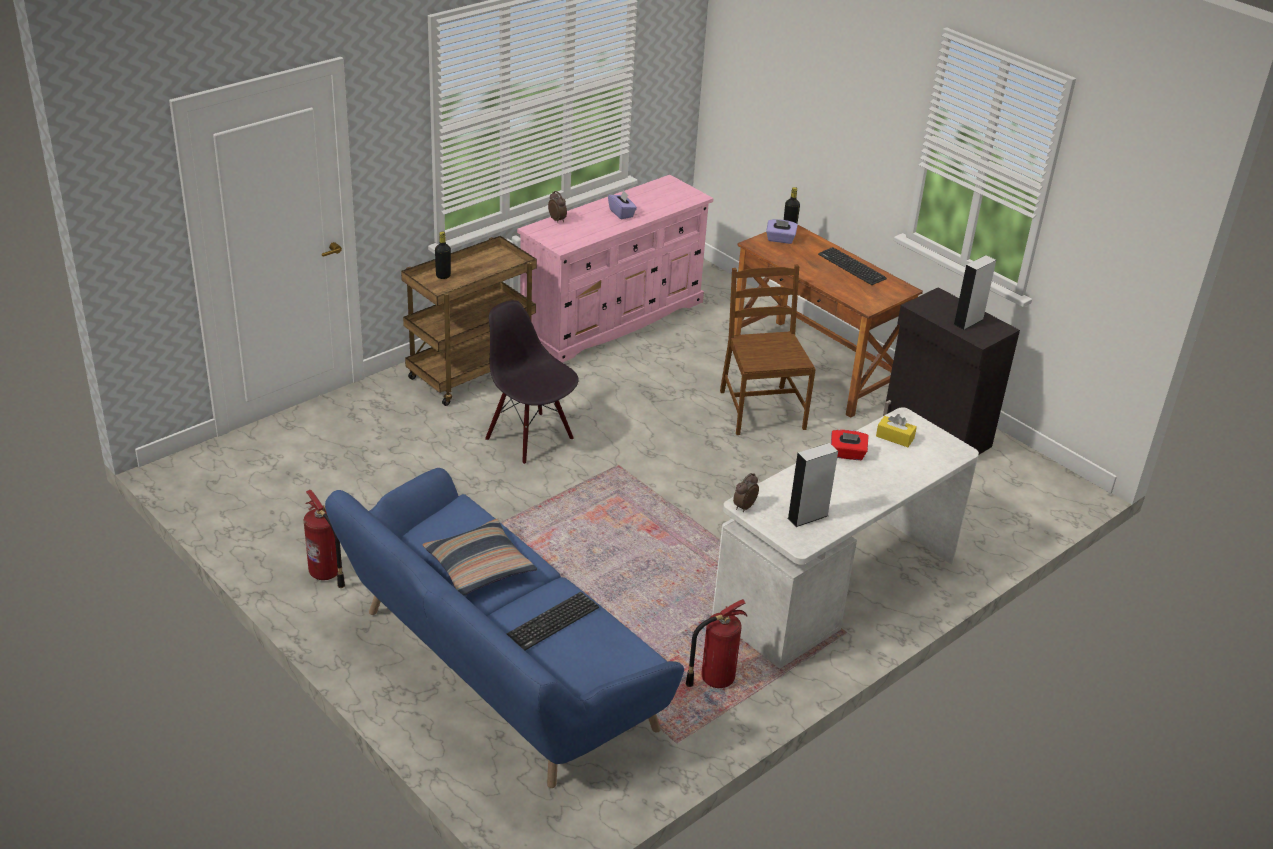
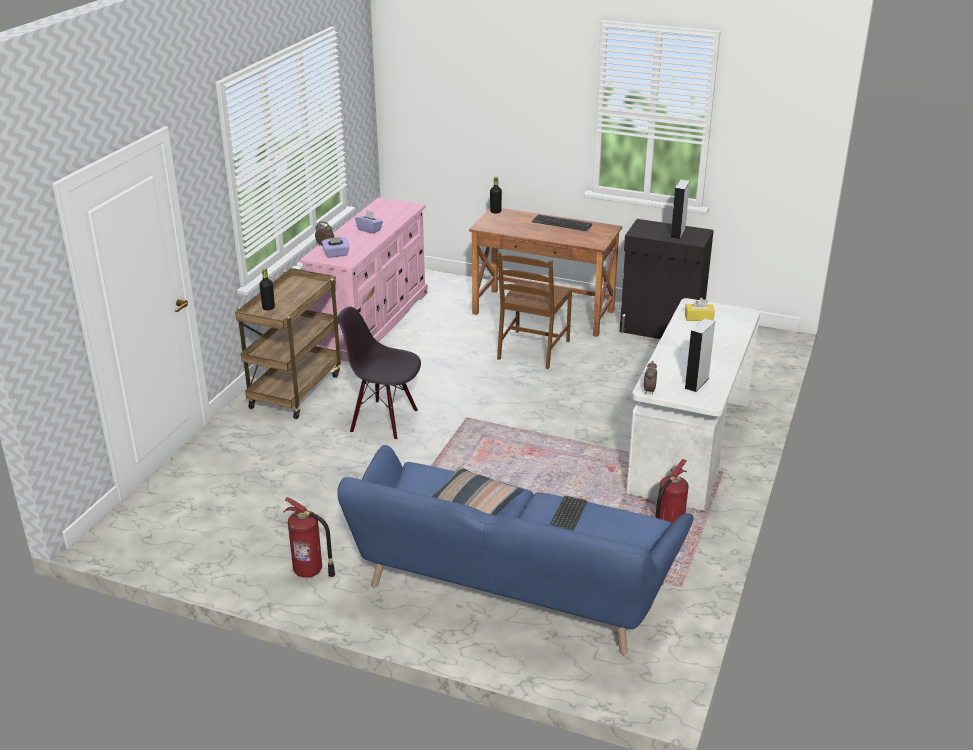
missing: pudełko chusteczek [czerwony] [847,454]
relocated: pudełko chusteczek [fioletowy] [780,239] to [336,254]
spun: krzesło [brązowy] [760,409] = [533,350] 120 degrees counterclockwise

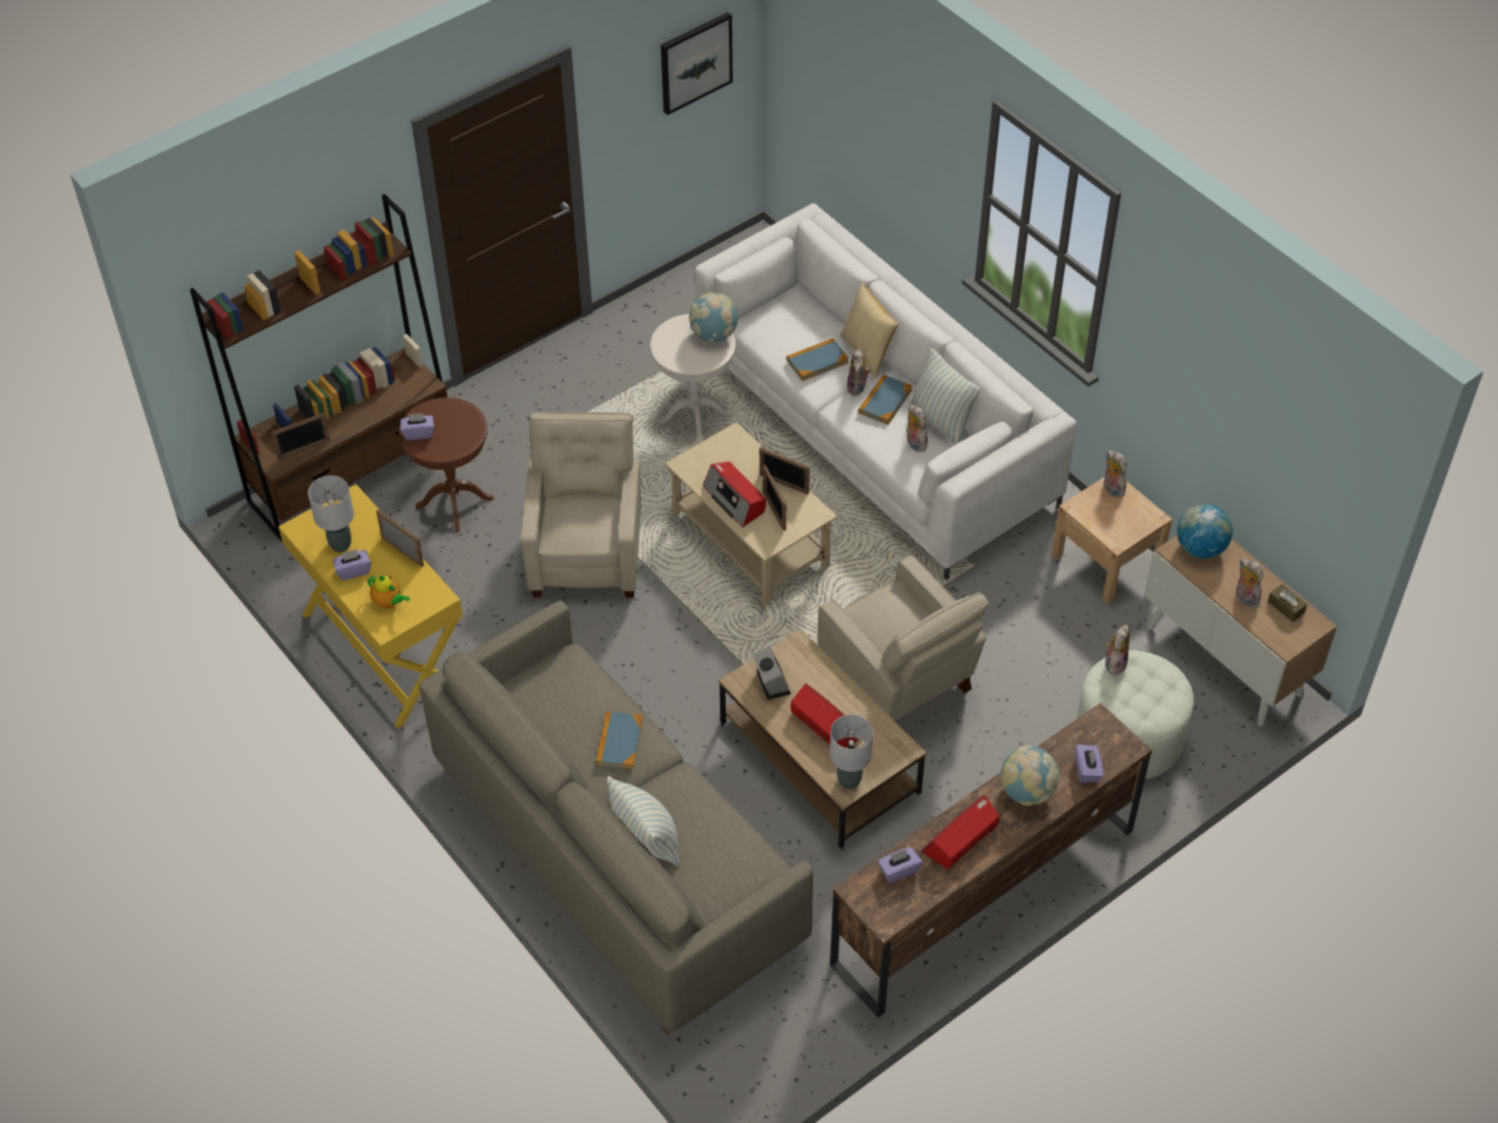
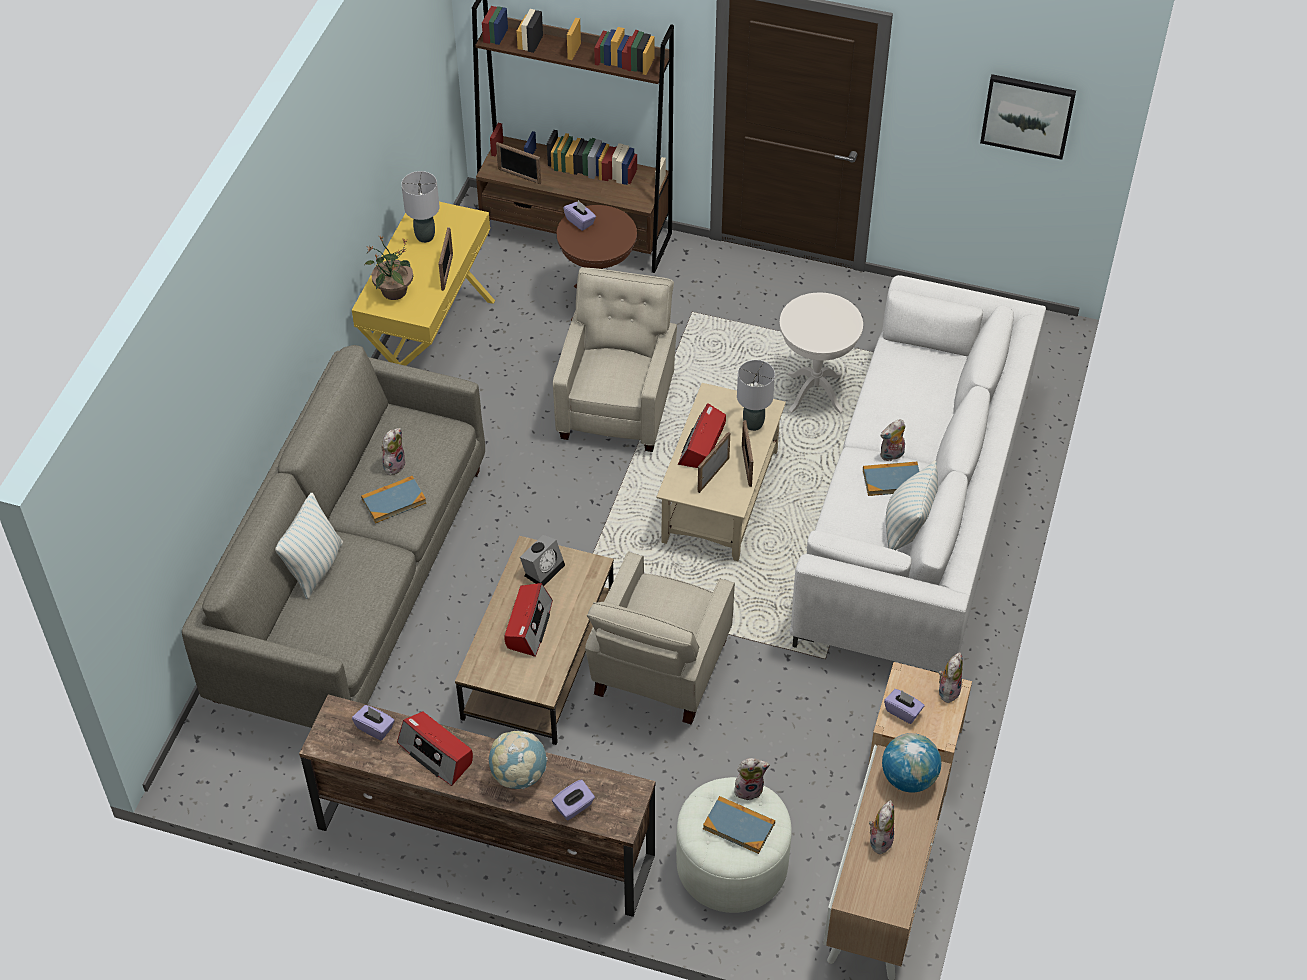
missing: globus [714,335]; poduszka [868,352]; pudełko chusteczek [brązowy] [1286,607]
relocated: pluszak [914,443] to [393,464]; książka [817,361] to [739,826]; lampa stołowa [szary] [849,781] to [753,424]; pudełko chusteczek [fioletowy] [353,570] to [903,711]
exchanged: imbryk [388,602] to roślina doniczkowa [393,291]
spun: radio [960,839] = [436,753] 150 degrees counterclockwise; fotel [beżowy] [587,553] = [618,406] 45 degrees counterclockwise

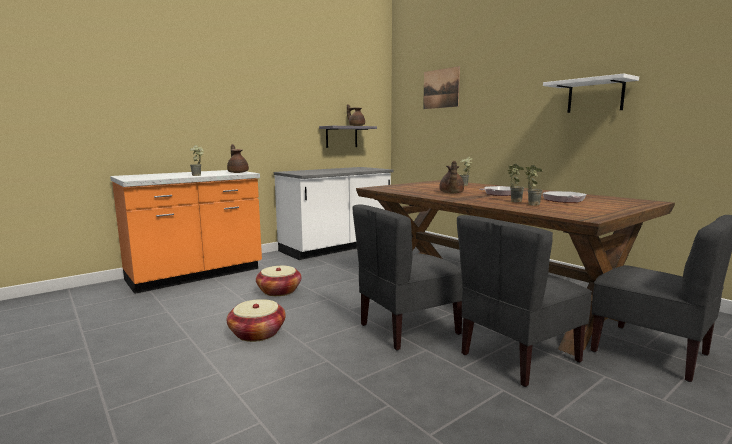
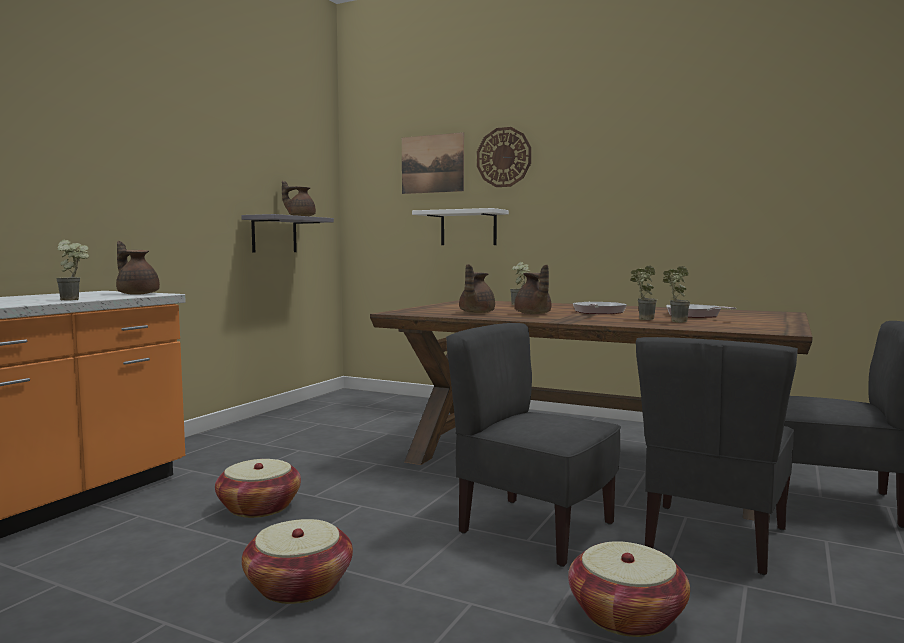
missing: zabudowa kuchenna [biały] [336,247]
appeared: imbryk [brązowy] [475,312]; zegar ścienny [504,157]; koszyk [626,616]
relocated: półka [biały] [595,96] to [468,228]
spun: krzesło [szary] [408,329] = [535,529] 90 degrees clockwise

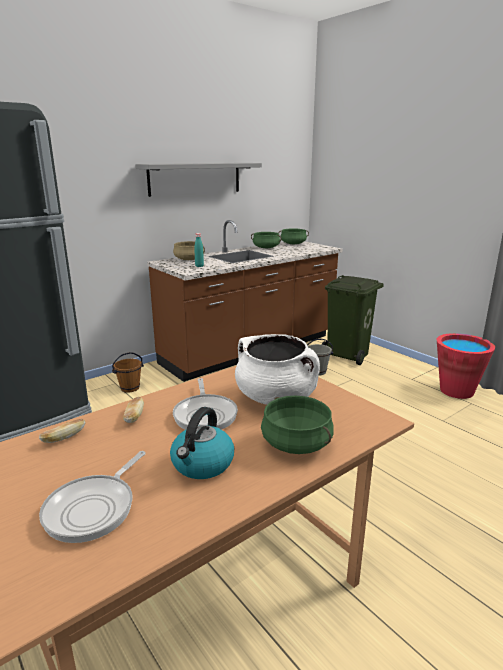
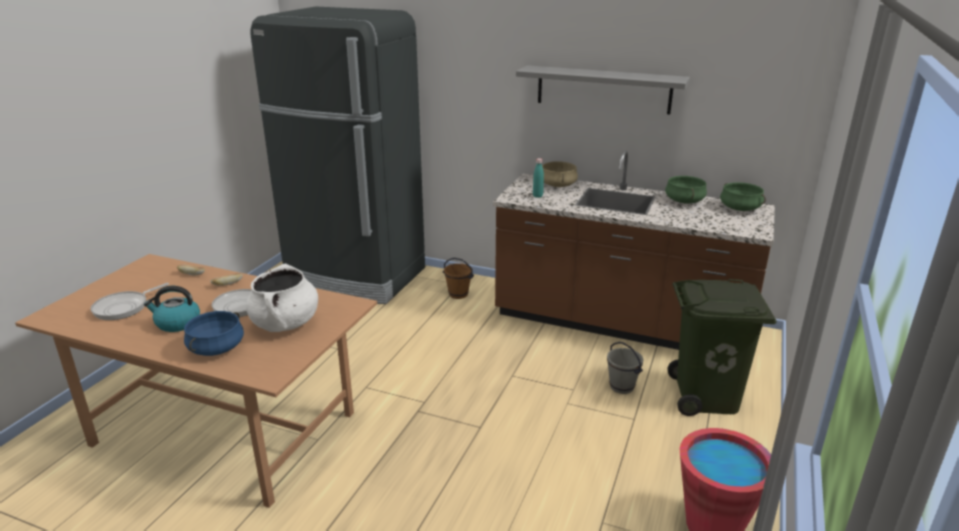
colour: garnek [zielony] [297,443] to garnek [niebieski] [217,348]
spun: patelnia [94,508] = [124,307] 45 degrees counterclockwise

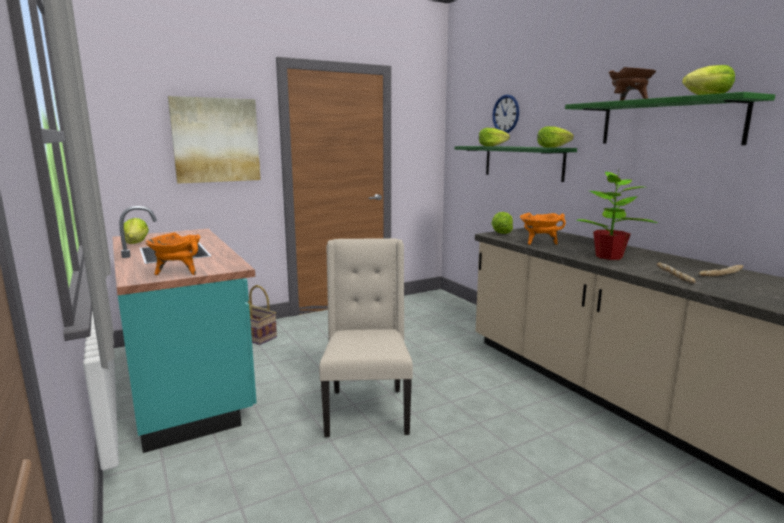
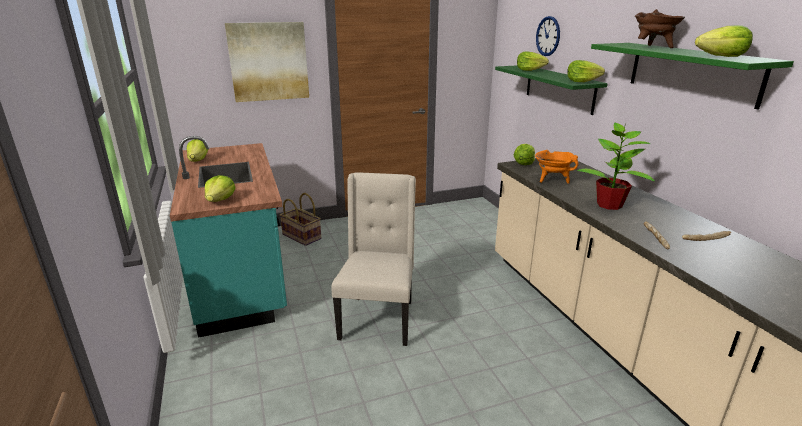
exchanged: garnek [pomarańczowy] [178,272] to sałata [220,200]

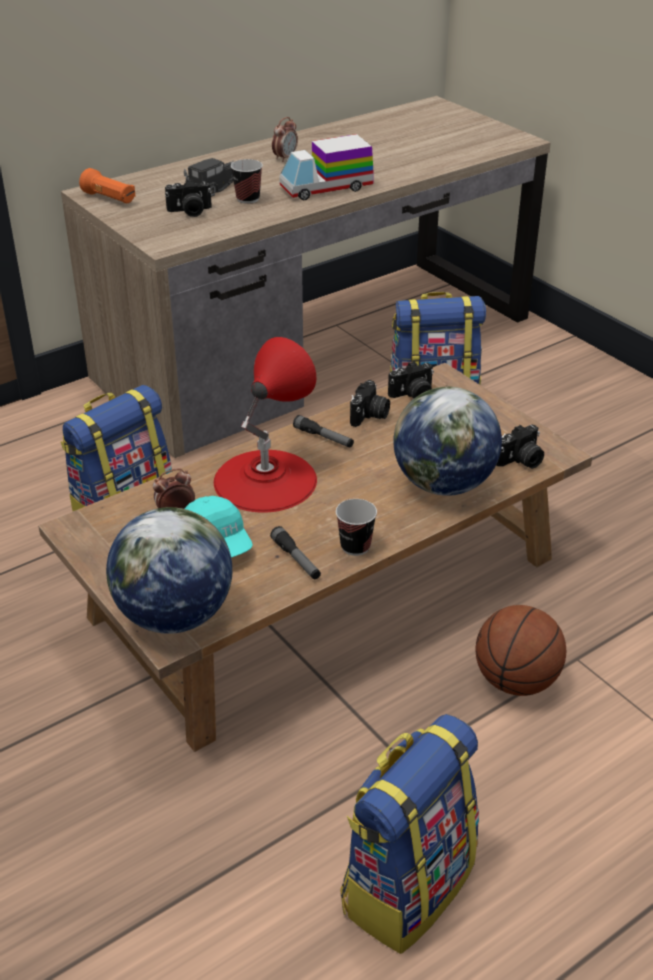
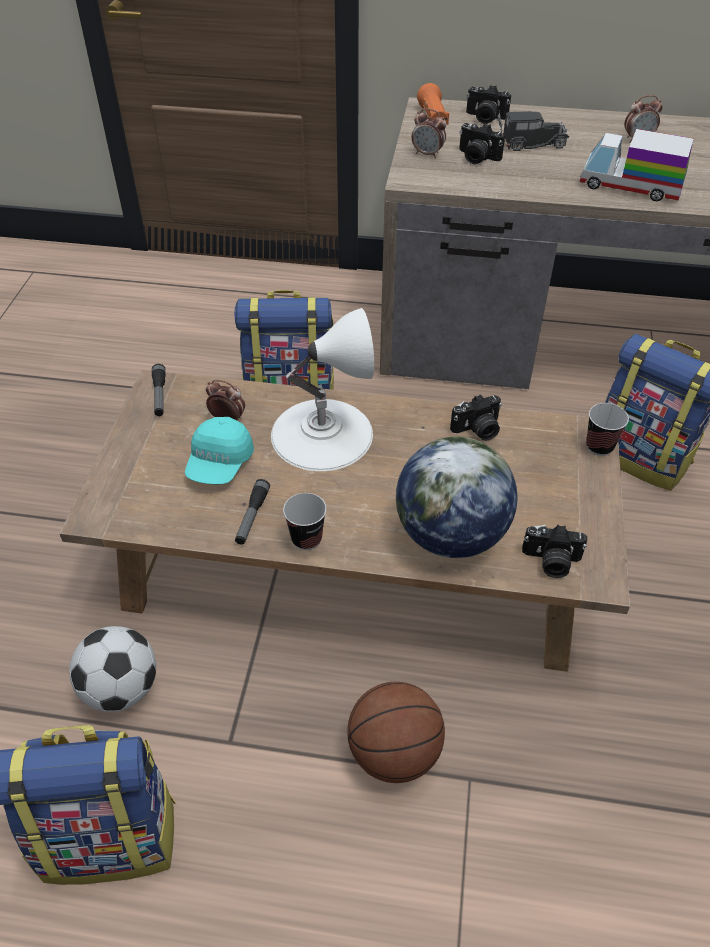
missing: globus [174,616]
appeared: piłka futbolowa [122,689]; budzik [427,154]
relocated: latarka [323,437] to [159,395]; aparat fotograficzny [413,395] to [485,118]; filiżanka [248,199] to [599,446]
colour: lampa stołowa [czerwony] [265,480] to lampa stołowa [biały] [322,433]

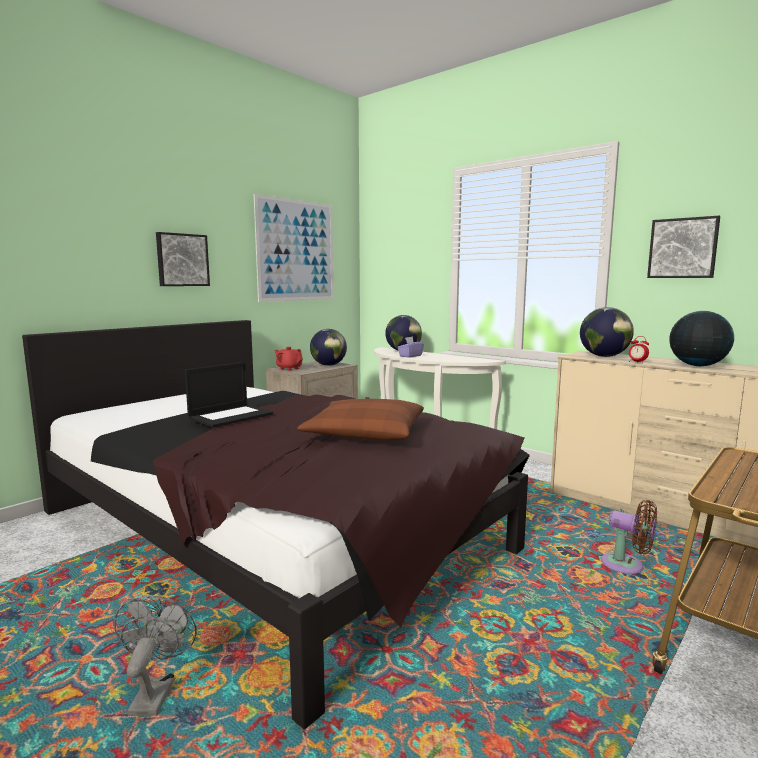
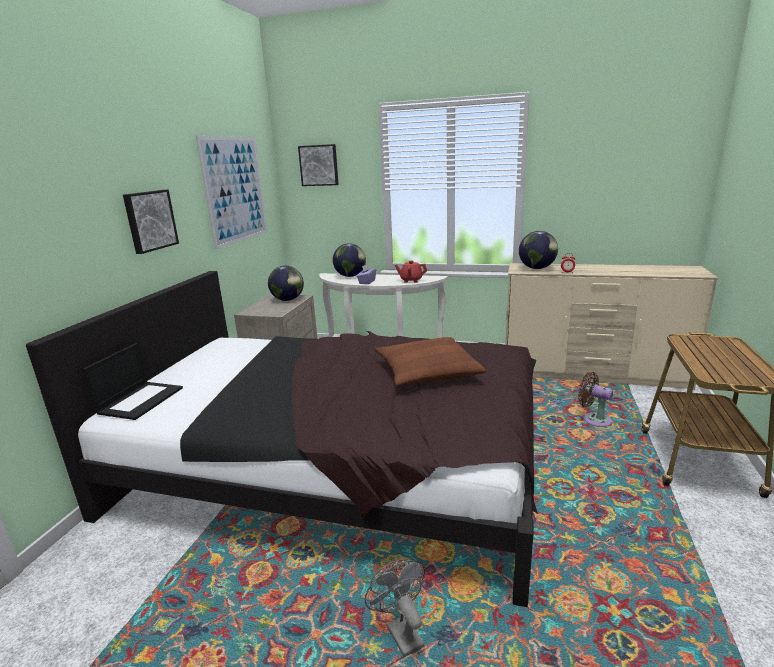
missing: globus [697,365]
relocated: laptop [231,416] to [141,400]; obraz [683,248] to [319,165]; imbryk [czerwony] [289,369] to [411,280]
spun: wentylator [brązowy] [627,566] = [594,419] 150 degrees counterclockwise

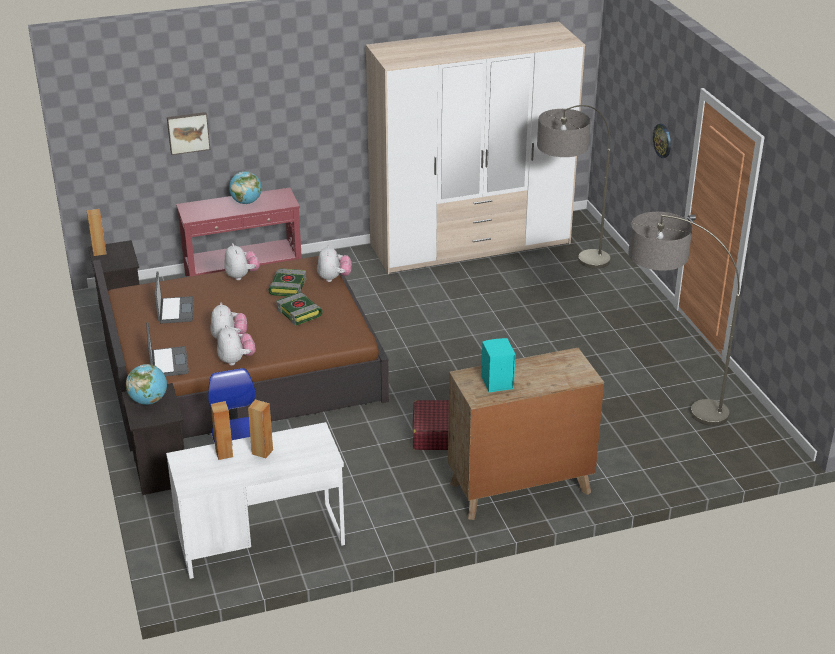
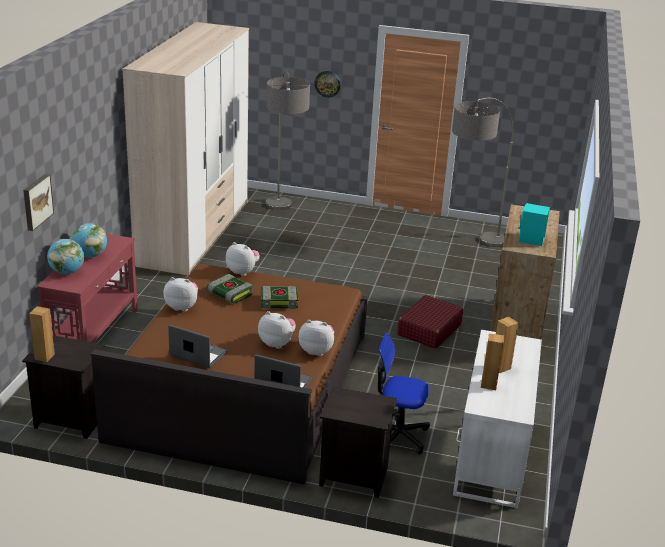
relocated: globus [149,401] to [67,272]

